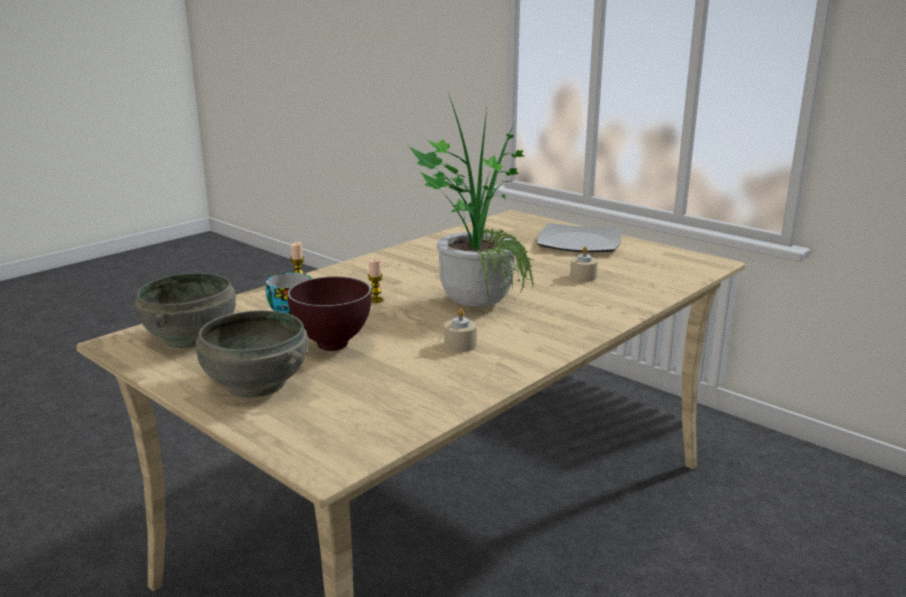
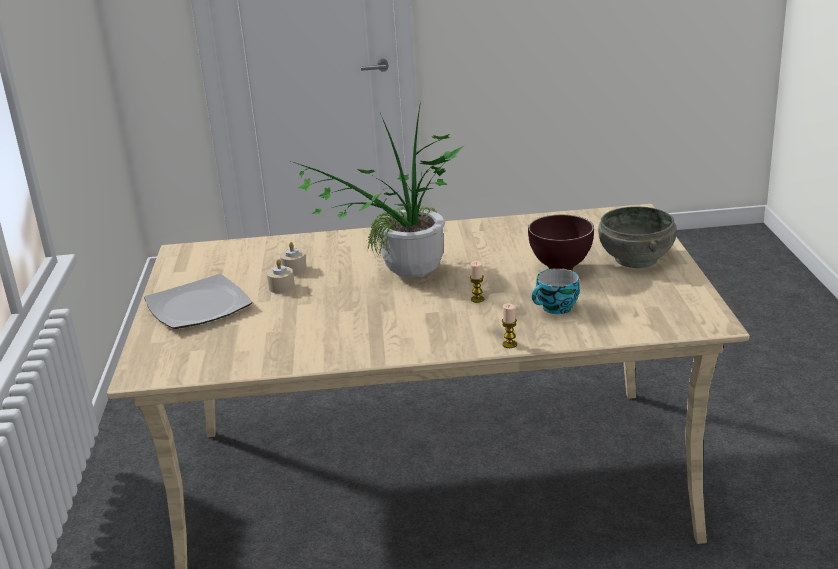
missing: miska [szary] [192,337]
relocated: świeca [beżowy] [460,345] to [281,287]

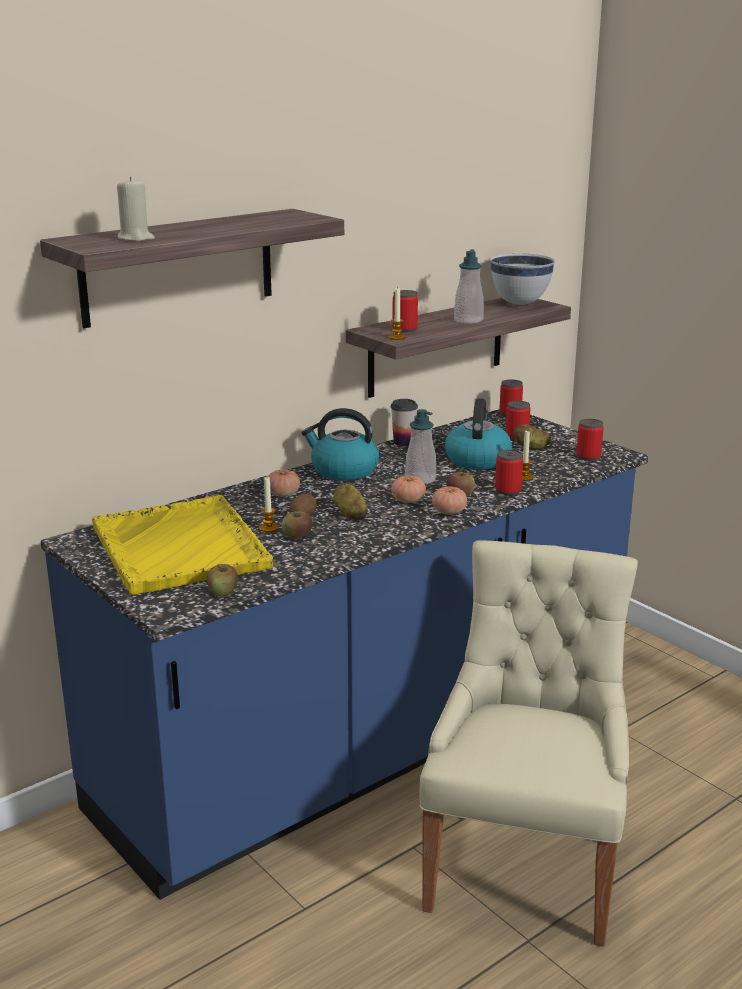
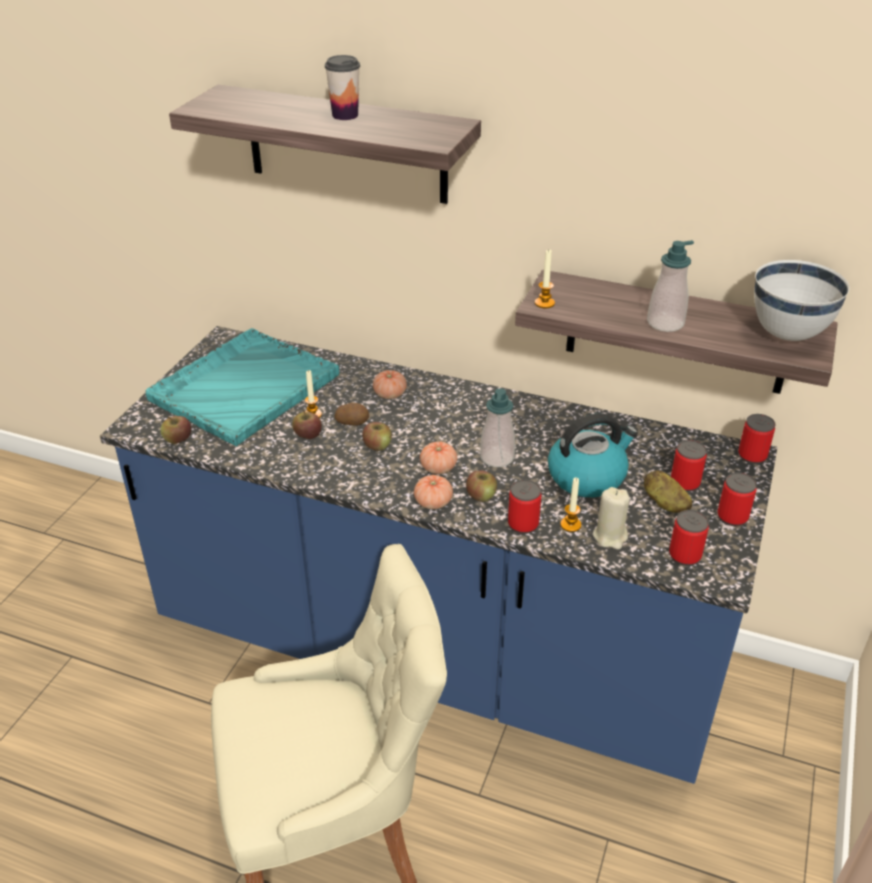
missing: czajnik [343,470]
relocated: filiżanka [403,442] to [345,115]; świeca [beżowy] [136,238] to [610,536]; puszka [404,329] to [732,517]
exchanged: ziemniak [350,514] to jabłko [377,446]
colour: taca [żółty] [180,548] to taca [turkusowy] [243,388]

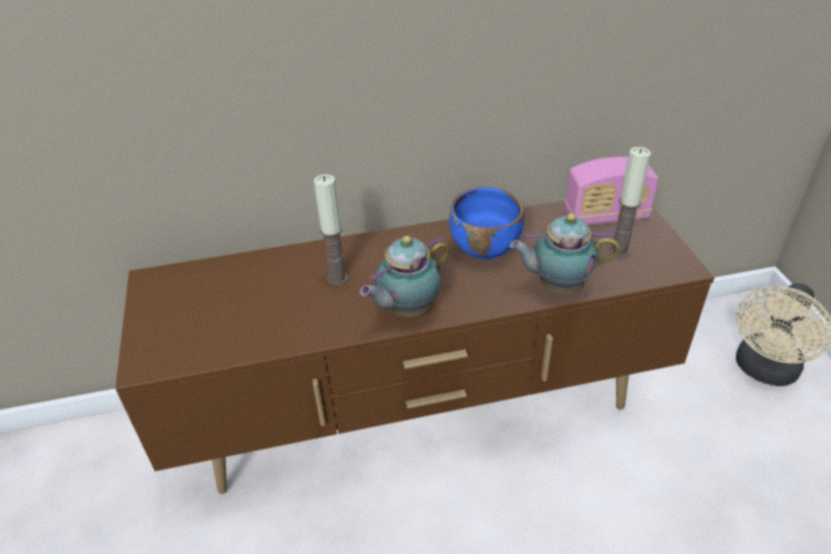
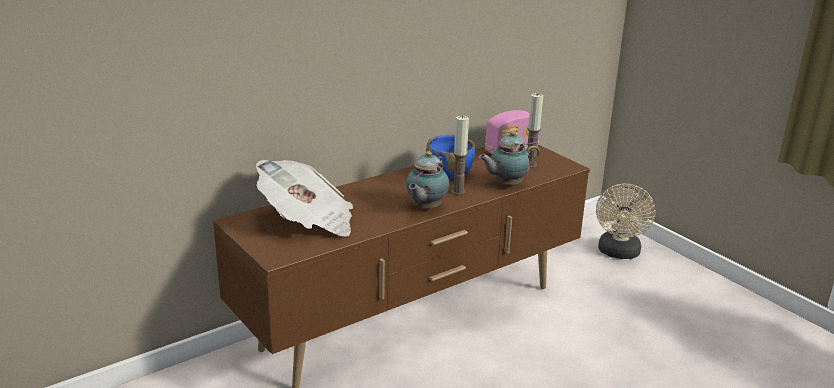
appeared: gazeta [308,221]
relocated: świeca [337,278] to [458,191]

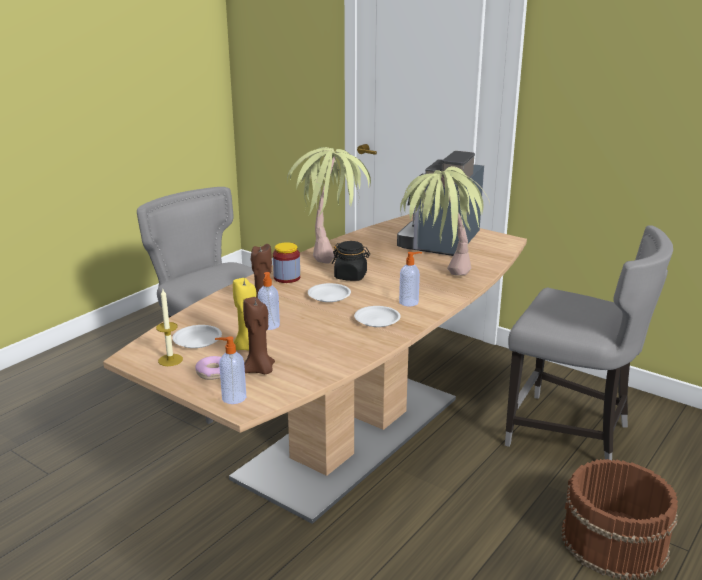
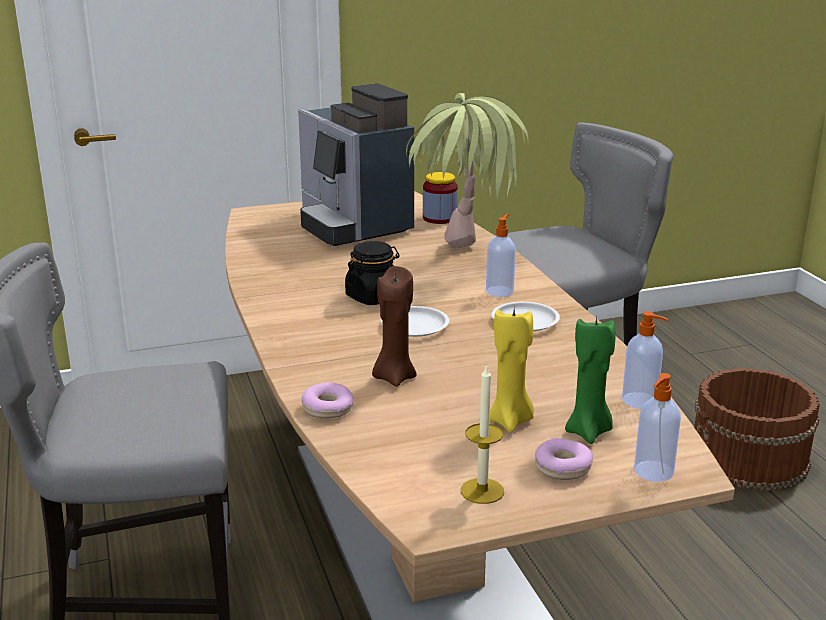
missing: talerz [biały] [197,340]; roślina doniczkowa [331,252]
appeared: donut [327,409]
relocated: słoik [287,278] to [440,218]; dozownik mydła [269,326] to [640,401]
colour: świeca [brązowy] [259,370] to świeca [zielony] [589,432]

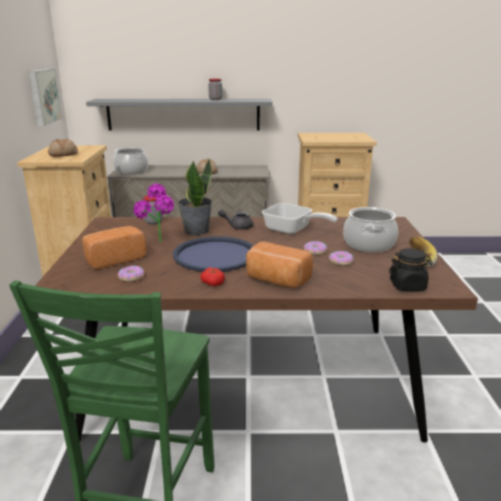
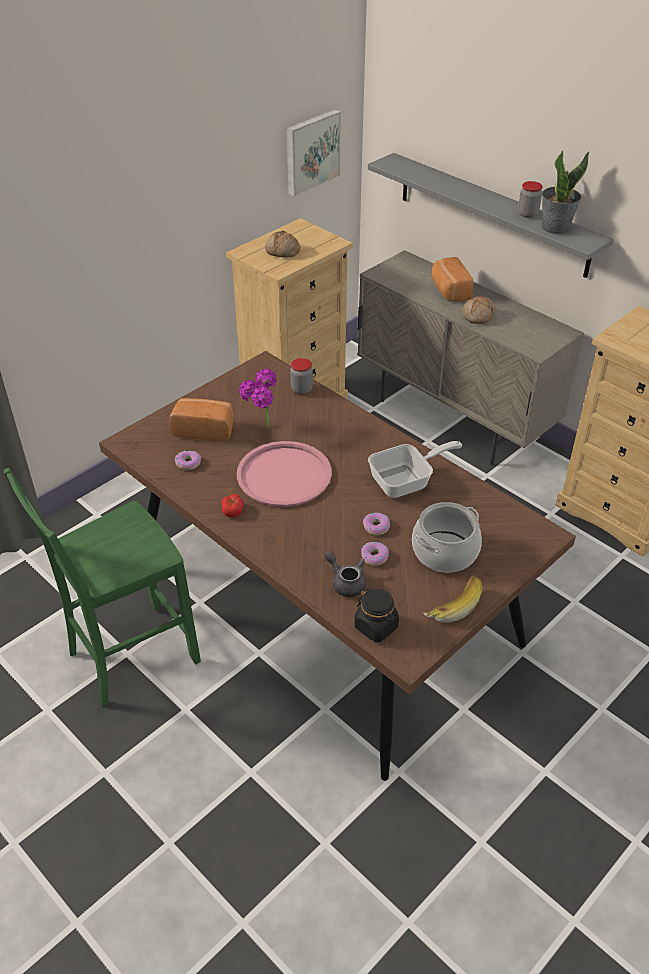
missing: garnek [131,171]
relocated: imbryk [szary] [237,226] to [346,582]; chleb [276,280] to [449,291]; roślina doniczkowa [196,231] to [555,227]
colour: taca [niebieski] [215,255] to taca [różowy] [284,475]
spun: patelnia [292,230] = [407,481] 105 degrees counterclockwise

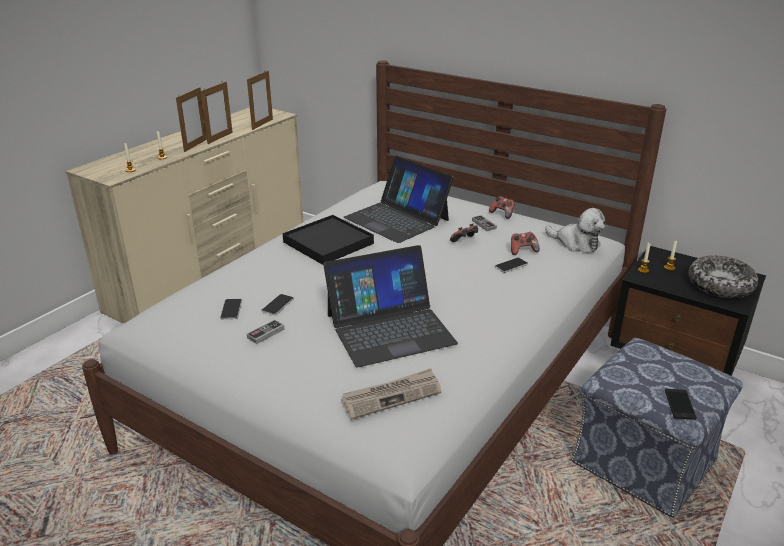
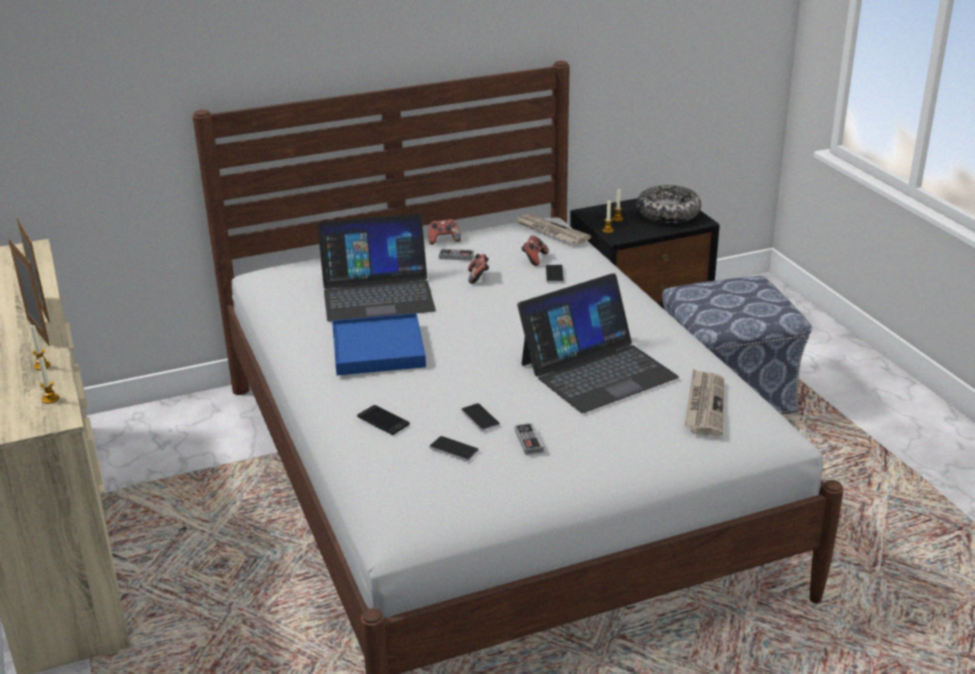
missing: ramka na zdjęcie [262,124]
relocated: telefon [679,404] to [383,420]
exchanged: pluszak [576,243] to gazeta [550,232]
colour: taca [czarny] [328,243] to taca [niebieski] [378,349]
spun: laptop [390,328] = [597,370] 45 degrees clockwise

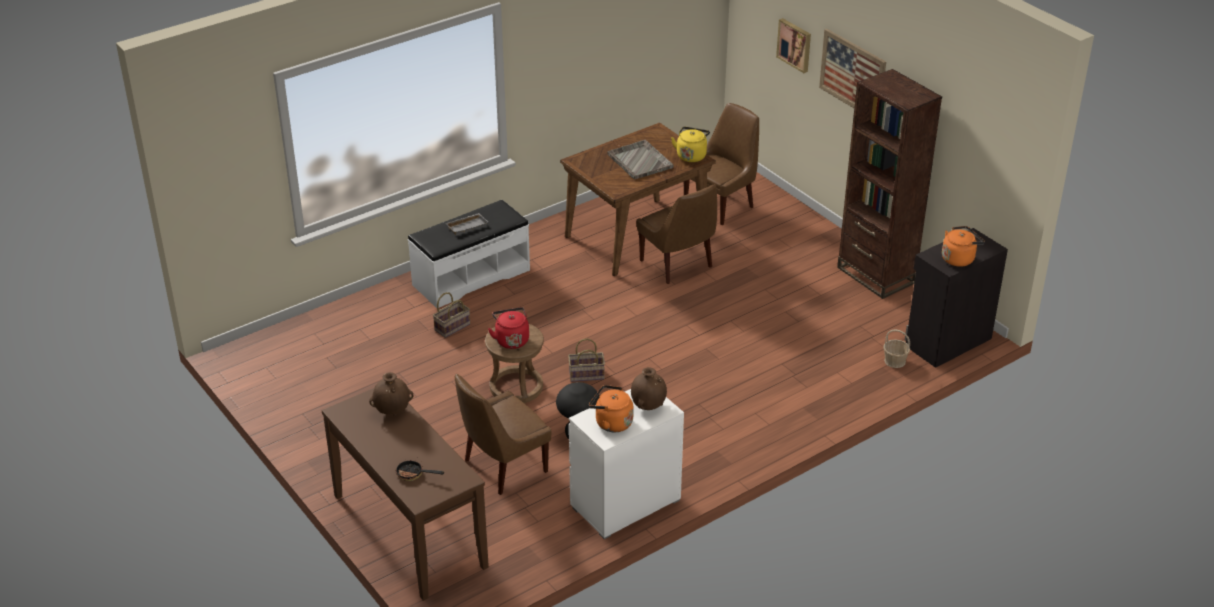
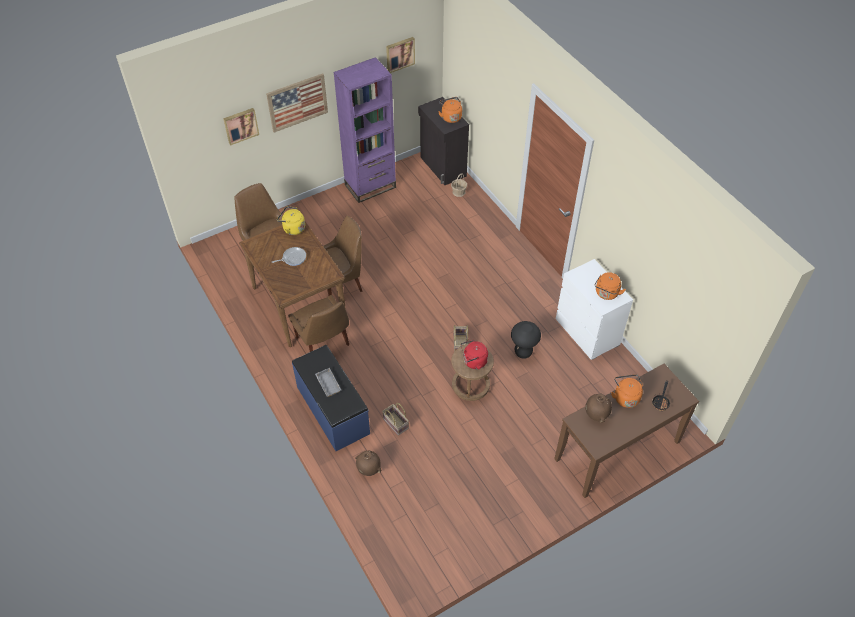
appeared: obraz [400,54]; czajnik [pomarańczowy] [625,397]
relocated: krzesło [brązowy] [503,467] to [323,343]; wazon [brązowy] [648,406] to [368,469]
exchanged: taca [szary] [639,161] to patelnia [293,258]
colour: ławka [biały] [470,277] to ławka [niebieski] [332,410]; regał [brązowy] [876,275] to regał [fioletowy] [370,186]

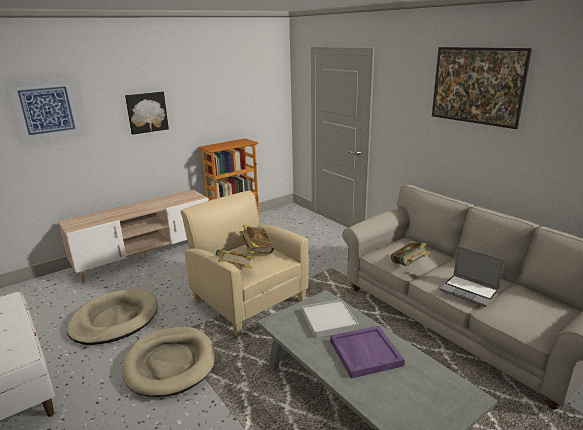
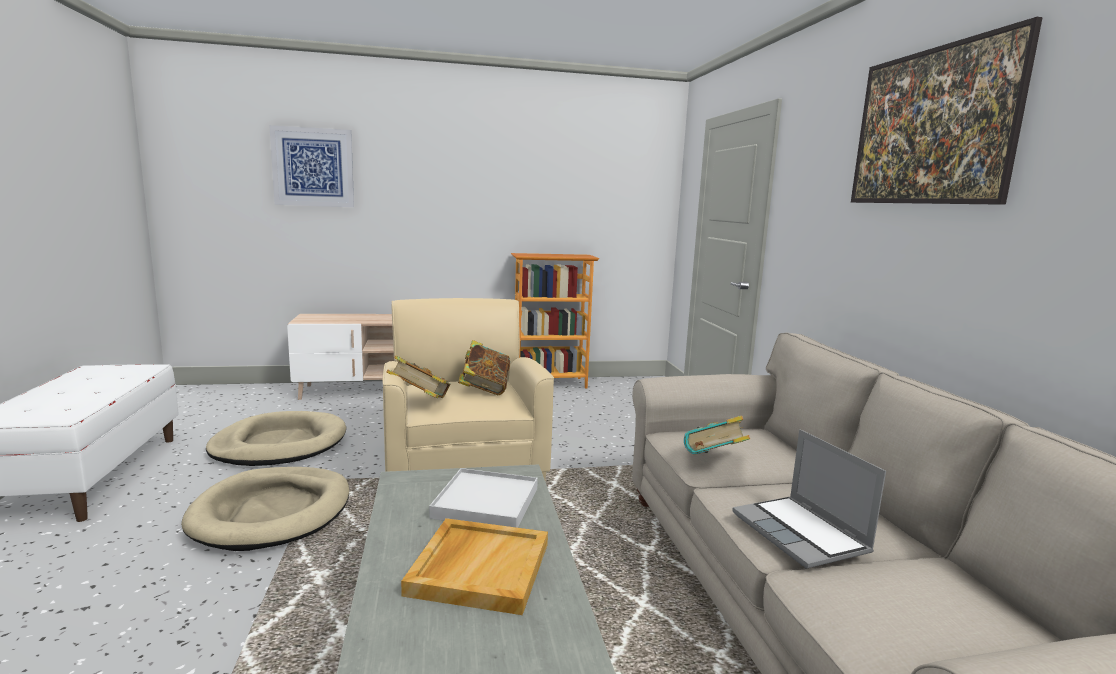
missing: obraz [146,112]
colour: taca [fioletowy] [364,353] to taca [beżowy] [479,568]

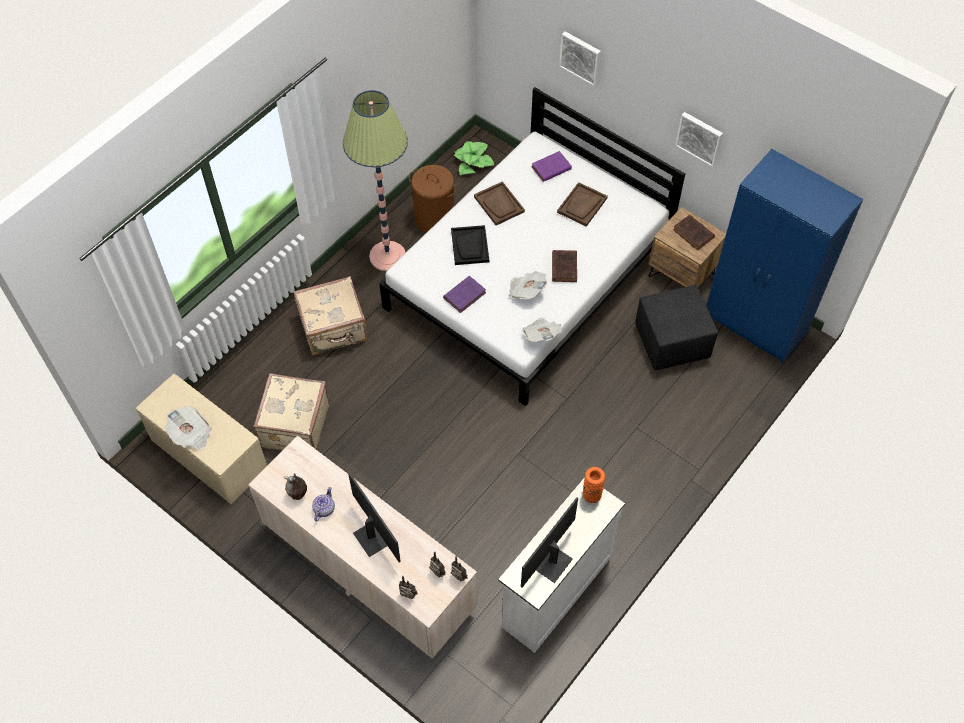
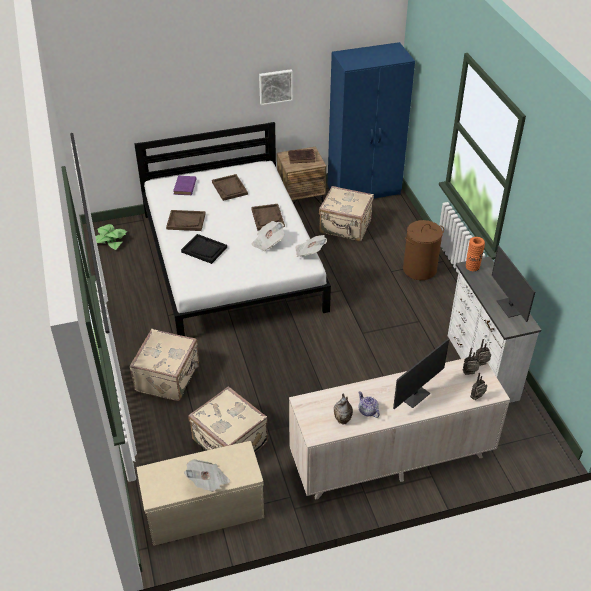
missing: lampa stojąca [387,256]; książka [fioletowy] [465,295]; obraz [581,57]
relocated: kosz na pranie [brązowy] [434,219] to [419,269]
exchanged: książka [brązowy] [564,267] to taca [brązowy] [267,218]; pufa [czarny] [672,343] to walizka [beżowy] [345,227]
spun: monitor [372,537] = [414,395] 135 degrees clockwise

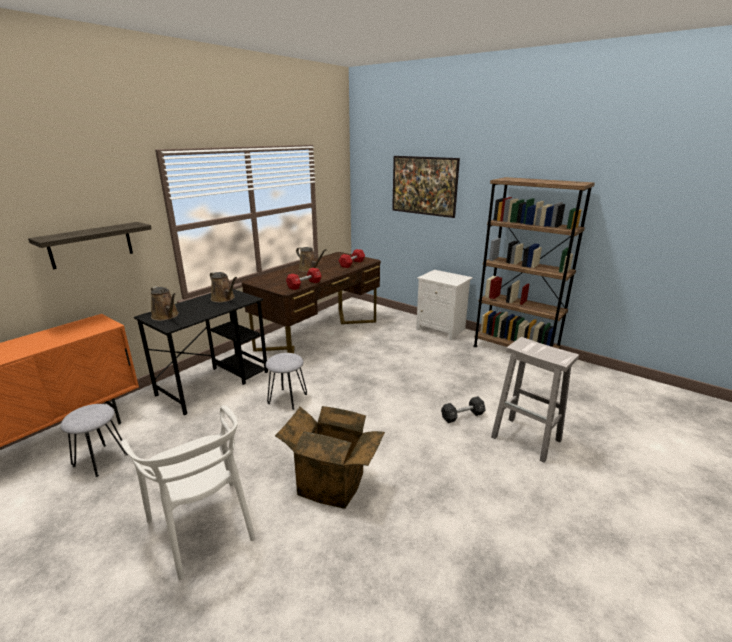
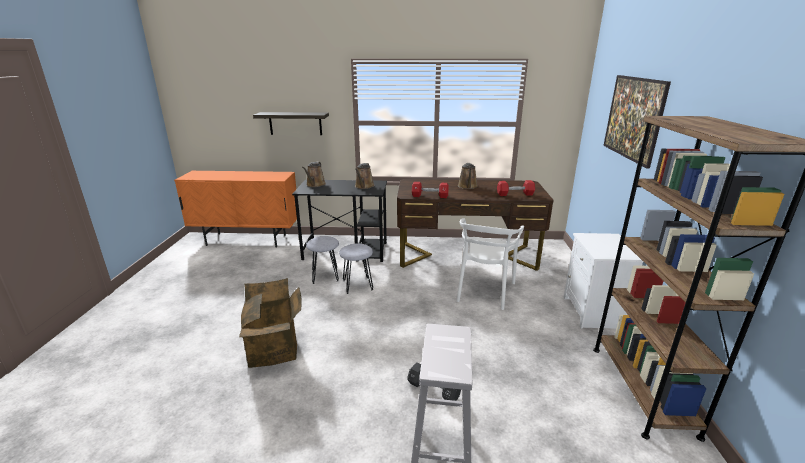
relocated: stołek [szary] [101,460] to [325,276]; krzesło [biały] [204,526] to [484,291]

